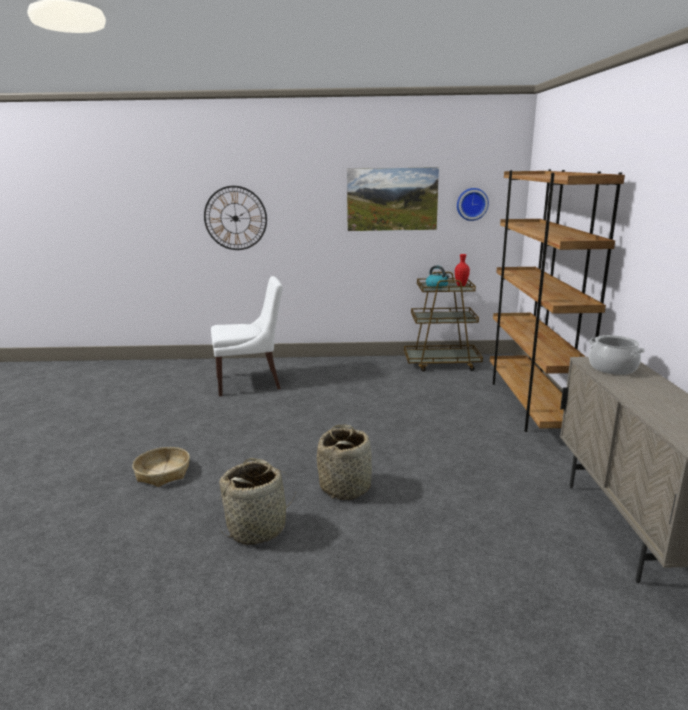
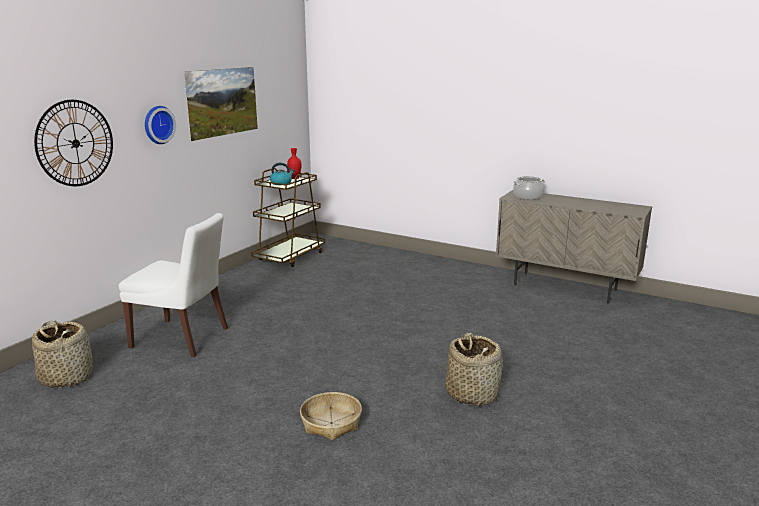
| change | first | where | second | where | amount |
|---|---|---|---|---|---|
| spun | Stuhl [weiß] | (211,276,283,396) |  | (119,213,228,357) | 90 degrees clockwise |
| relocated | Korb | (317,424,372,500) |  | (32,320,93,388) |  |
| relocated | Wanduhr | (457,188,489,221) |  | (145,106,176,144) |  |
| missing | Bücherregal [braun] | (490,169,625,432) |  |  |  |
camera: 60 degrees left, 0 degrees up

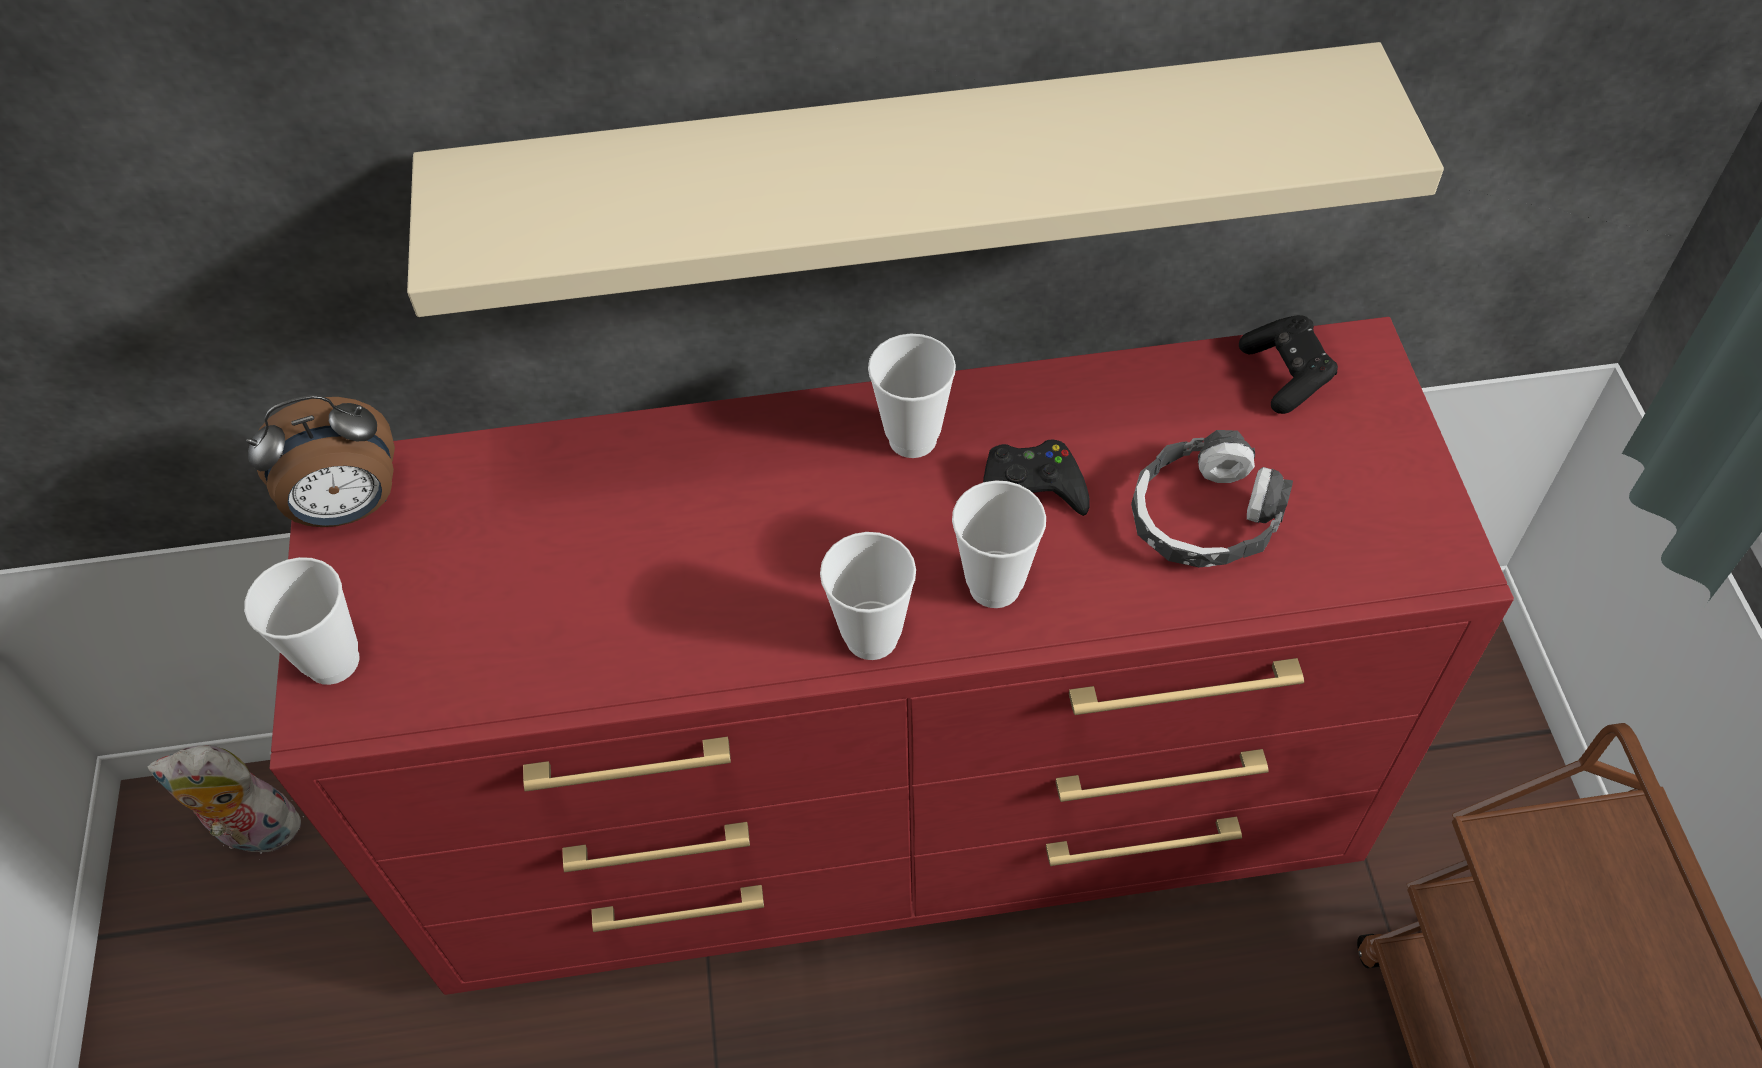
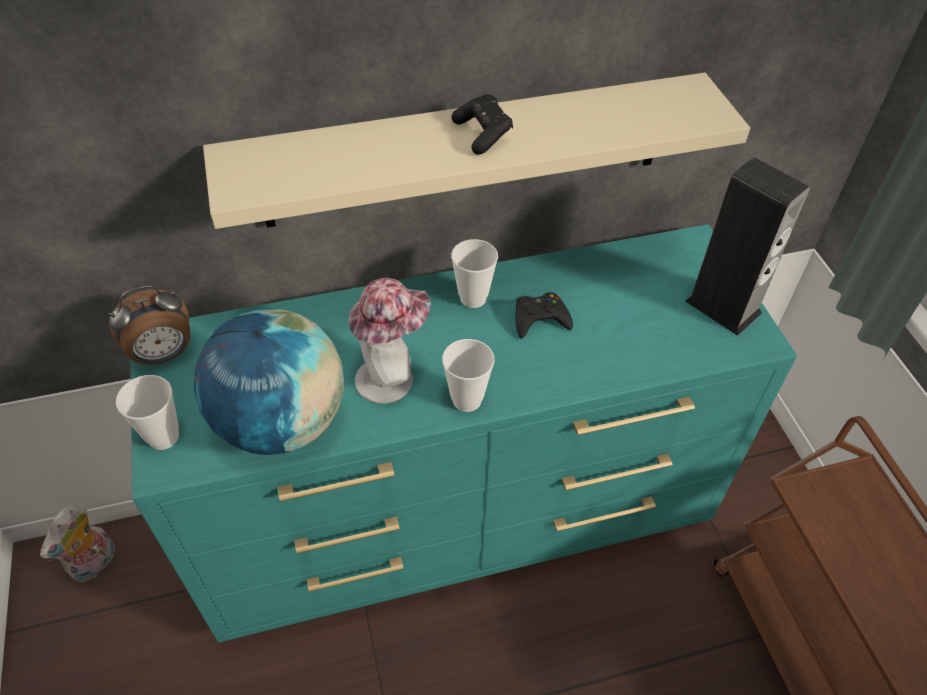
| change | first | where | second | where | amount |
|---|---|---|---|---|---|
| spun | Plüschtier | (147,746,304,854) |  | (40,506,115,582) | 60 degrees counterclockwise |
| colour | Kommode [rot] | (269,317,1514,995) | Kommode [türkis] | (130,224,797,643) |  |
| missing | Tasse | (952,480,1046,608) |  |  |  |
| missing | Kopfhörer | (1131,430,1293,568) |  |  |  |
| relocated | Gamepad [schwarz] | (1239,315,1338,414) |  | (451,94,513,154) |  |
| appeared |  |  | Globus | (194,308,344,455) |  |
| appeared |  |  | Hut | (348,278,431,404) |  |
| appeared |  |  | Lautsprecher | (685,157,810,336) |  |
camera: 10 degrees left, 5 degrees down

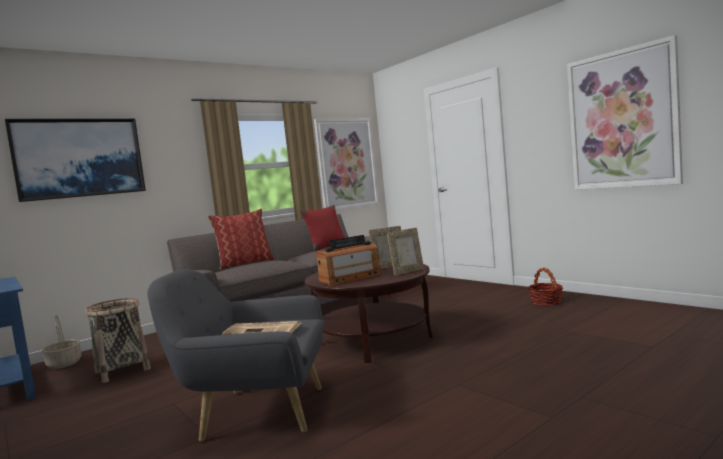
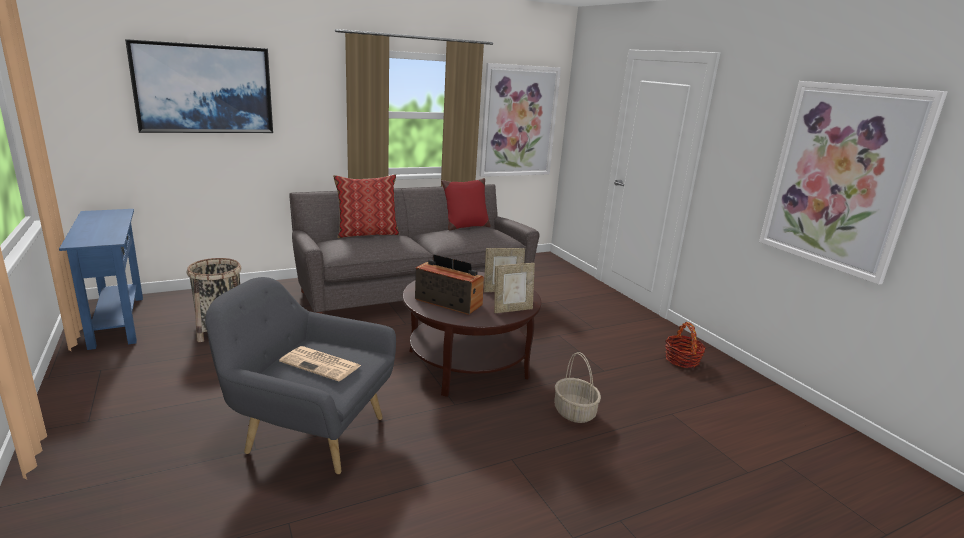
| change | first | where | second | where | amount |
|---|---|---|---|---|---|
| relocated | Korb | (41,314,81,369) |  | (555,352,601,423) |  |
| spun | Radio | (316,235,381,286) |  | (415,254,484,315) | 135 degrees counterclockwise |
camera: 10 degrees right, 15 degrees up

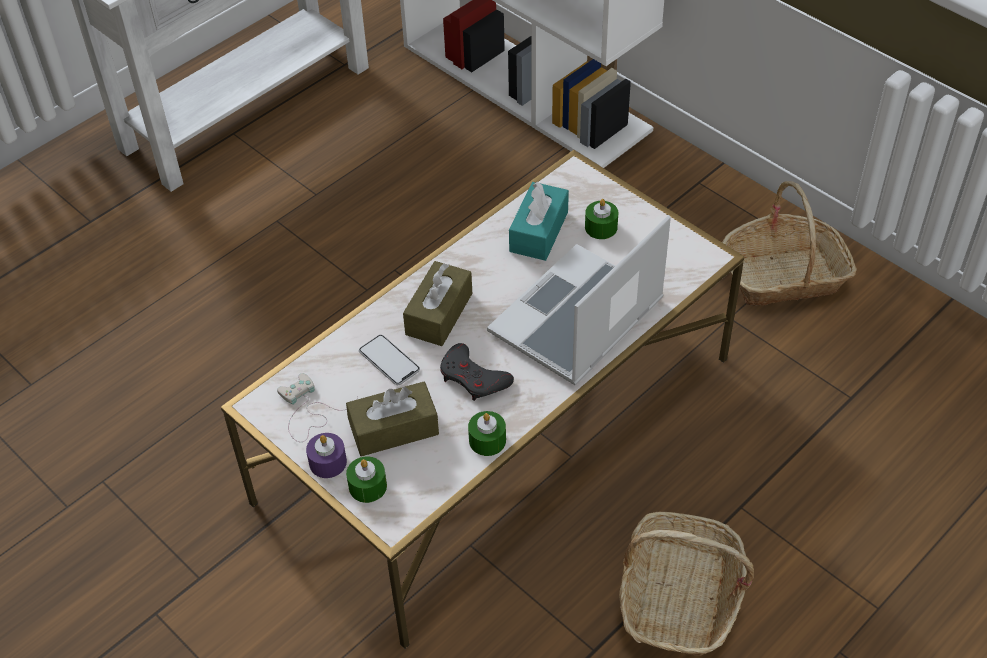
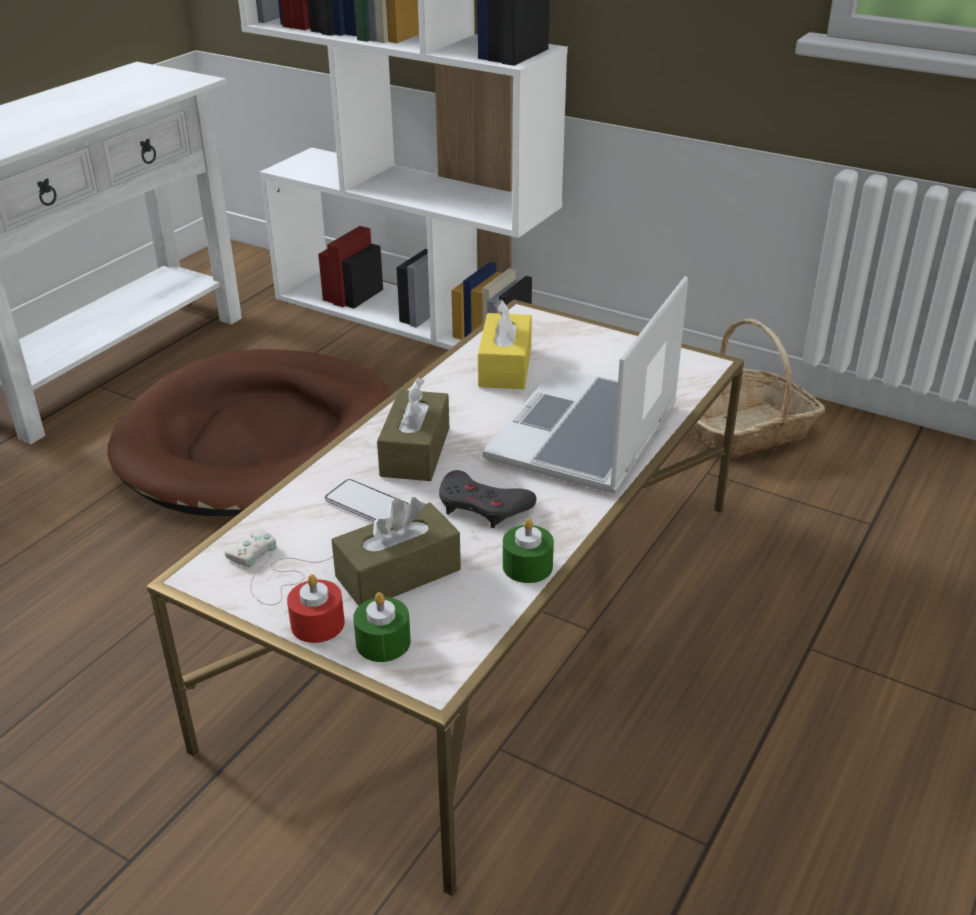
| change | first | where | second | where | amount |
|---|---|---|---|---|---|
| colour | Kerze [lila] | (306,433,347,478) | Kerze [rot] | (287,574,345,643) |  |
| colour | Taschentuchbox [türkis] | (509,181,569,261) | Taschentuchbox [gelb] | (478,299,532,389) |  |
| missing | Kerze [grün] | (585,199,618,239) |  |  |  |
| missing | Korb | (619,512,754,655) |  |  |  |
| appeared |  |  | Hundebett [braun] | (108,349,391,516) |  |
camera: 15 degrees left, 15 degrees down

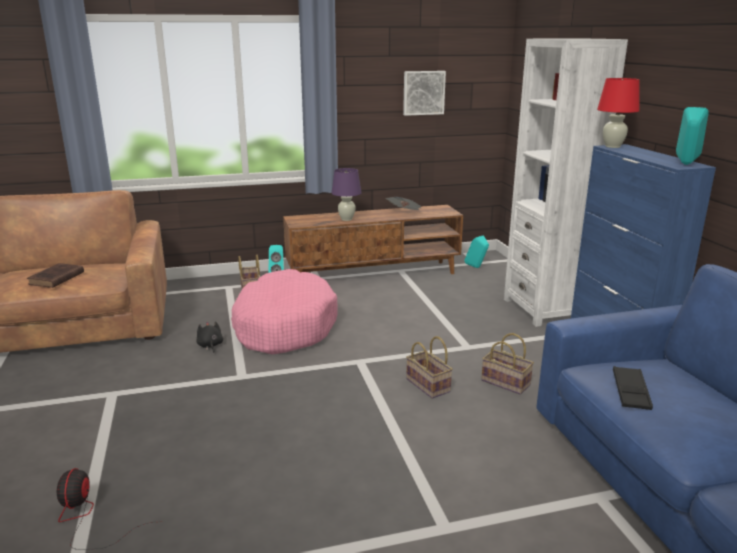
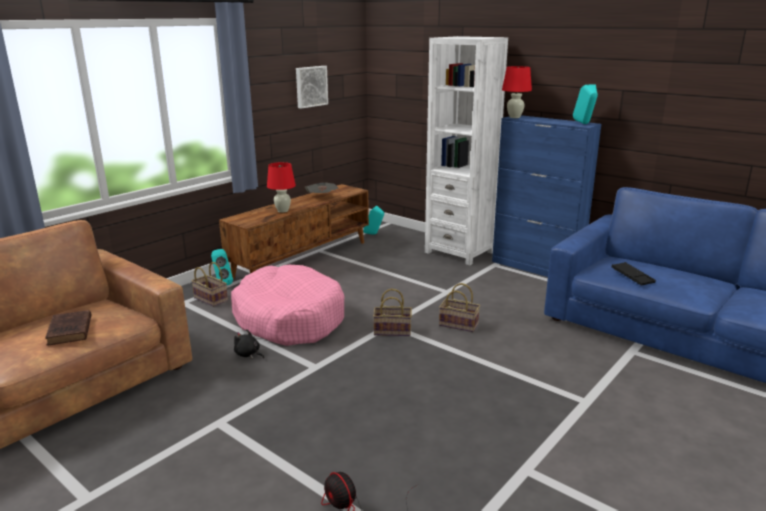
| change | first | where | second | where | amount |
|---|---|---|---|---|---|
| colour | Tischlampe [lila] | (332,168,362,221) | Tischlampe [rot] | (267,162,296,213) |  |
| relocated | Korb | (481,333,534,395) |  | (373,289,412,336) |  |
camera: 35 degrees left, 0 degrees up

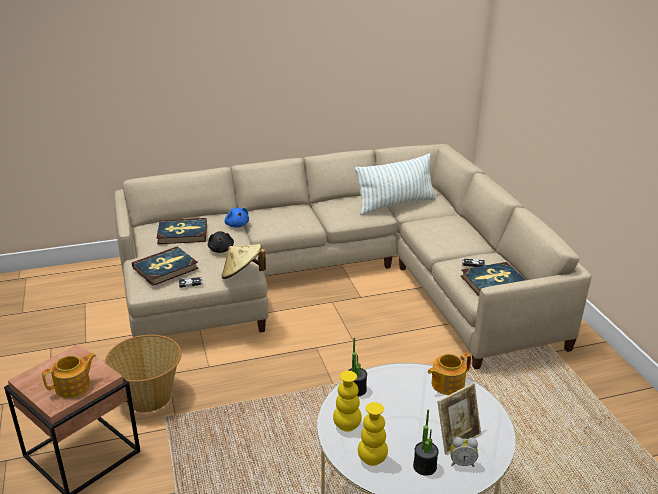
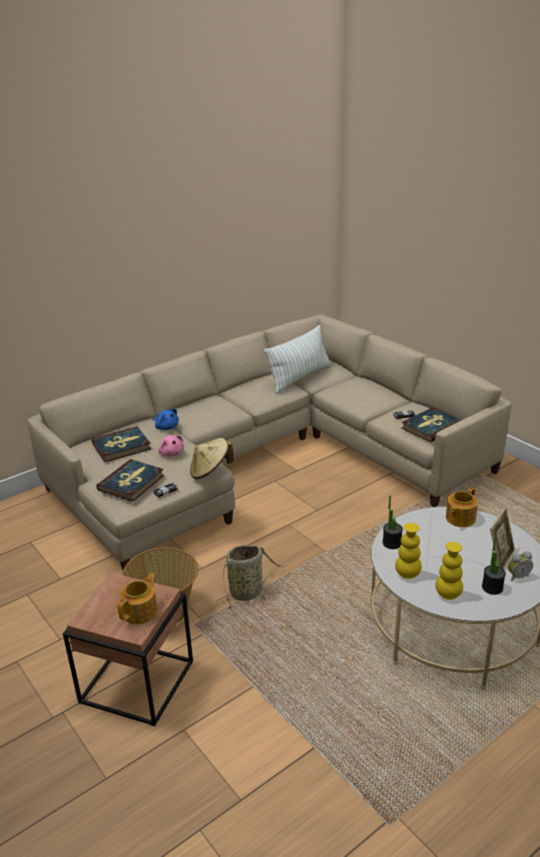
| change | first | where | second | where | amount |
|---|---|---|---|---|---|
| colour | Plüschtier [schwarz] | (208,231,234,253) | Plüschtier [rosa] | (158,435,184,457) |  |
| appeared |  |  | Korb | (215,545,287,610) |  |
camera: 20 degrees left, 0 degrees up

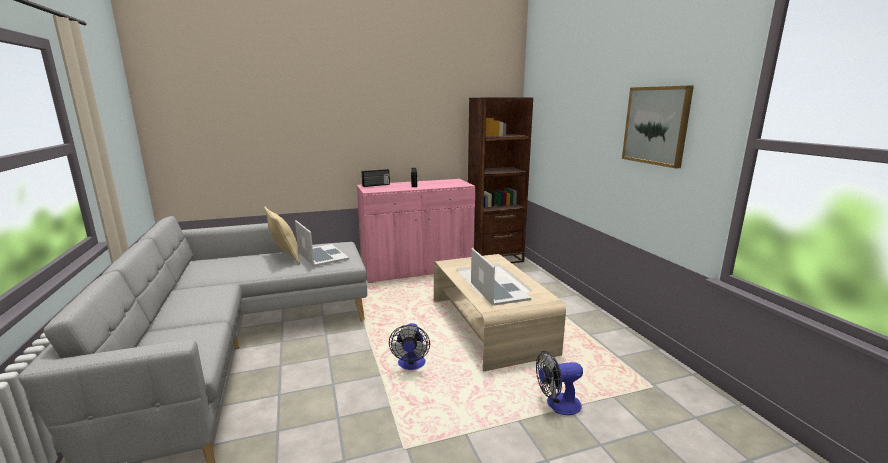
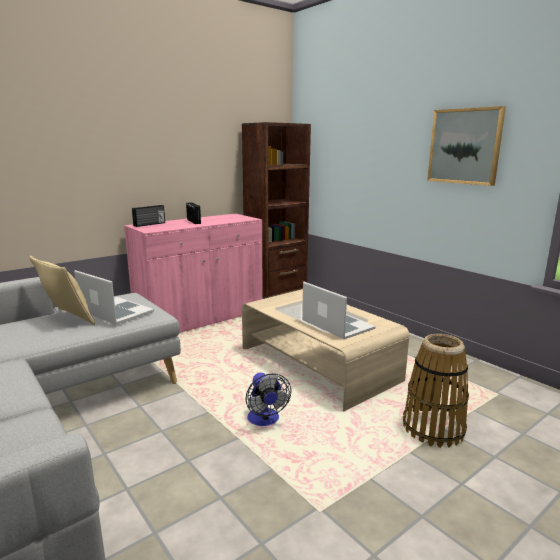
| change | first | where | second | where | amount |
|---|---|---|---|---|---|
| exchanged | Ventilator | (536,351,583,415) | Korb | (403,334,469,448) |  |
camera: 20 degrees left, 0 degrees up

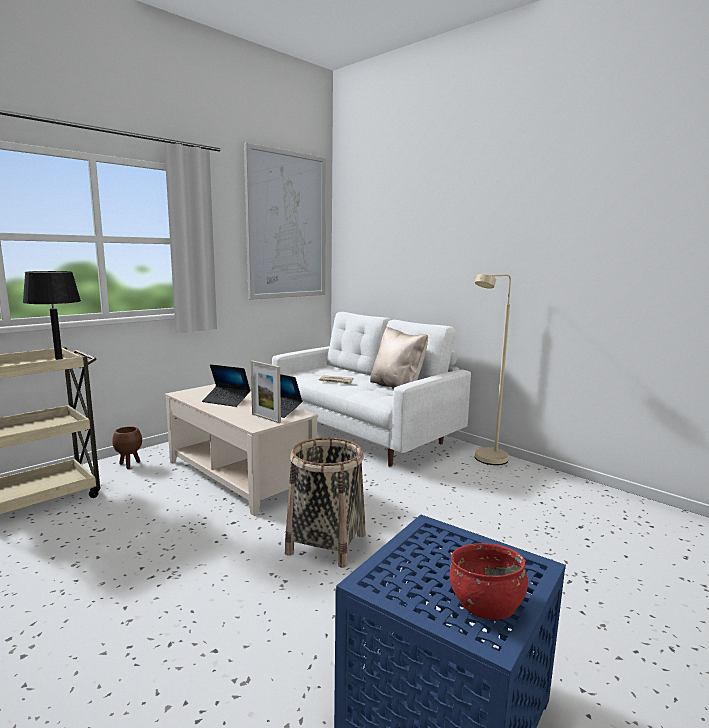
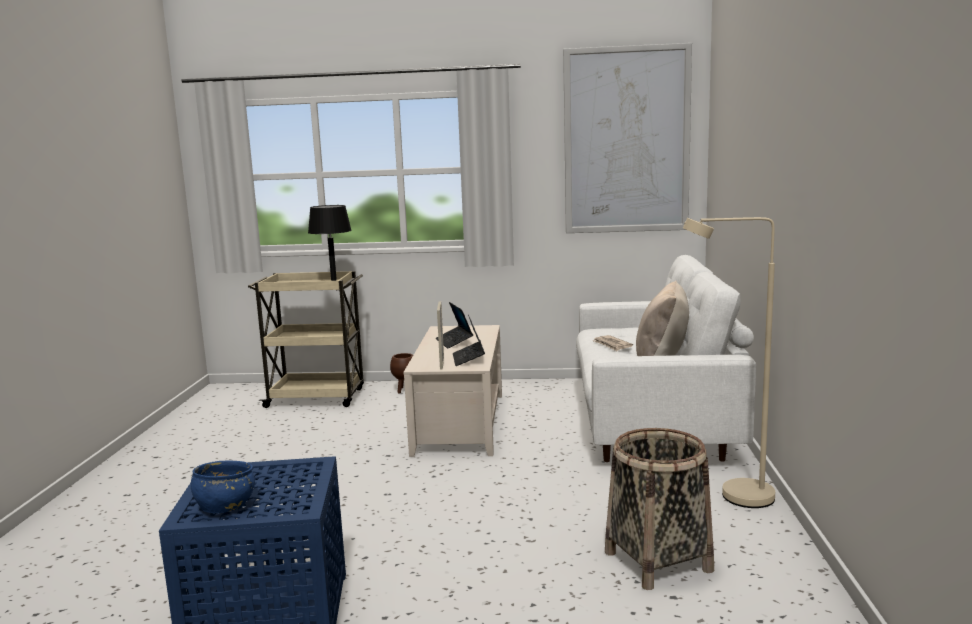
| change | first | where | second | where | amount |
|---|---|---|---|---|---|
| relocated | Korb | (285,437,366,568) |  | (605,428,714,590) |  |
| colour | Schüssel [rot] | (449,543,528,620) | Schüssel [blau] | (191,460,255,513) |  |
camera: 50 degrees right, 0 degrees up

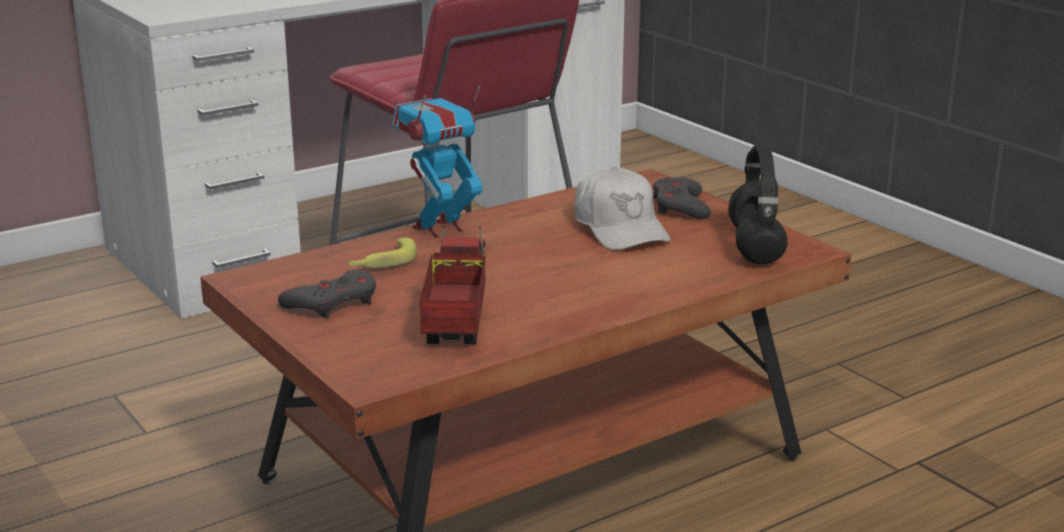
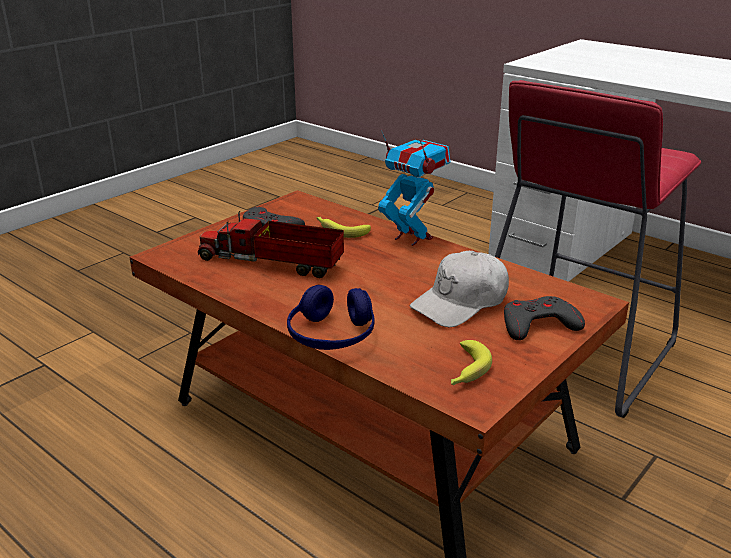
| change | first | where | second | where | amount |
|---|---|---|---|---|---|
| spun | Spielzeuglaster | (420,226,485,344) |  | (198,211,344,278) | 150 degrees counterclockwise |
| exchanged | Kopfhörer [schwarz] | (728,145,788,264) | Banane | (451,340,492,385) |  |
| appeared |  |  | Kopfhörer [blau] | (287,285,374,350) |  |
camera: 75 degrees right, 5 degrees up

